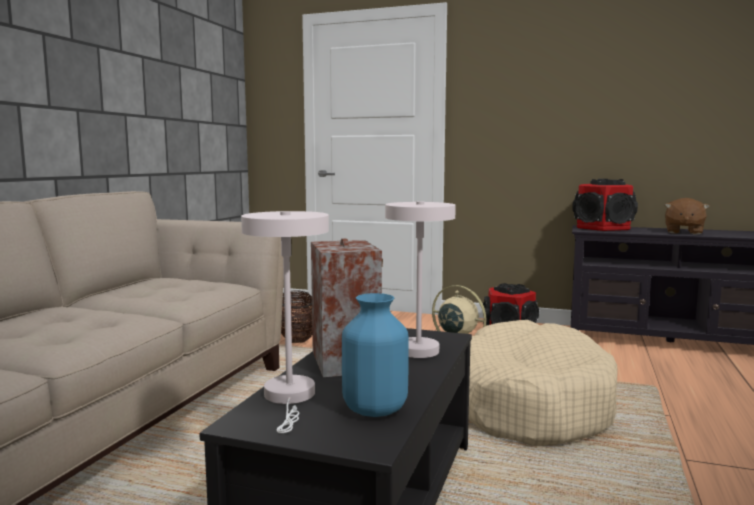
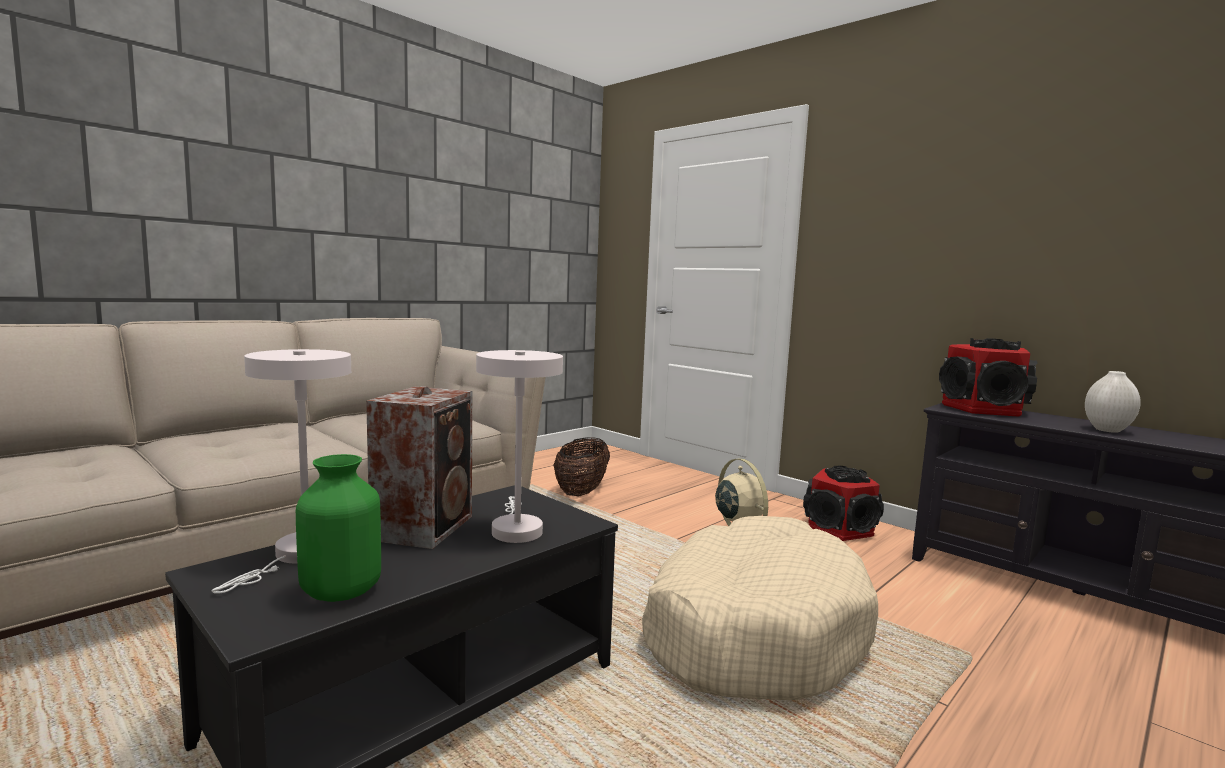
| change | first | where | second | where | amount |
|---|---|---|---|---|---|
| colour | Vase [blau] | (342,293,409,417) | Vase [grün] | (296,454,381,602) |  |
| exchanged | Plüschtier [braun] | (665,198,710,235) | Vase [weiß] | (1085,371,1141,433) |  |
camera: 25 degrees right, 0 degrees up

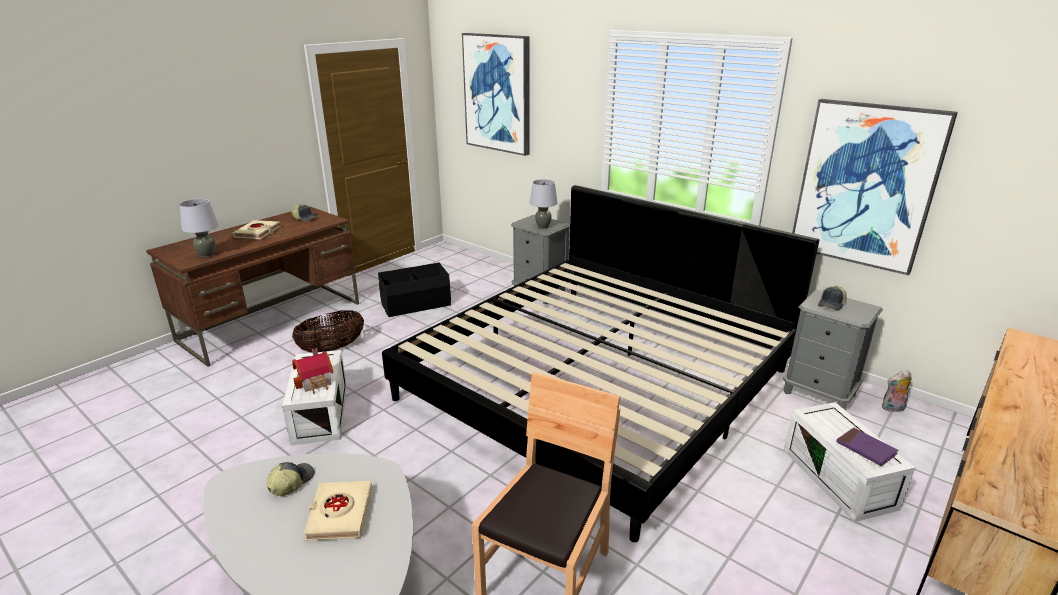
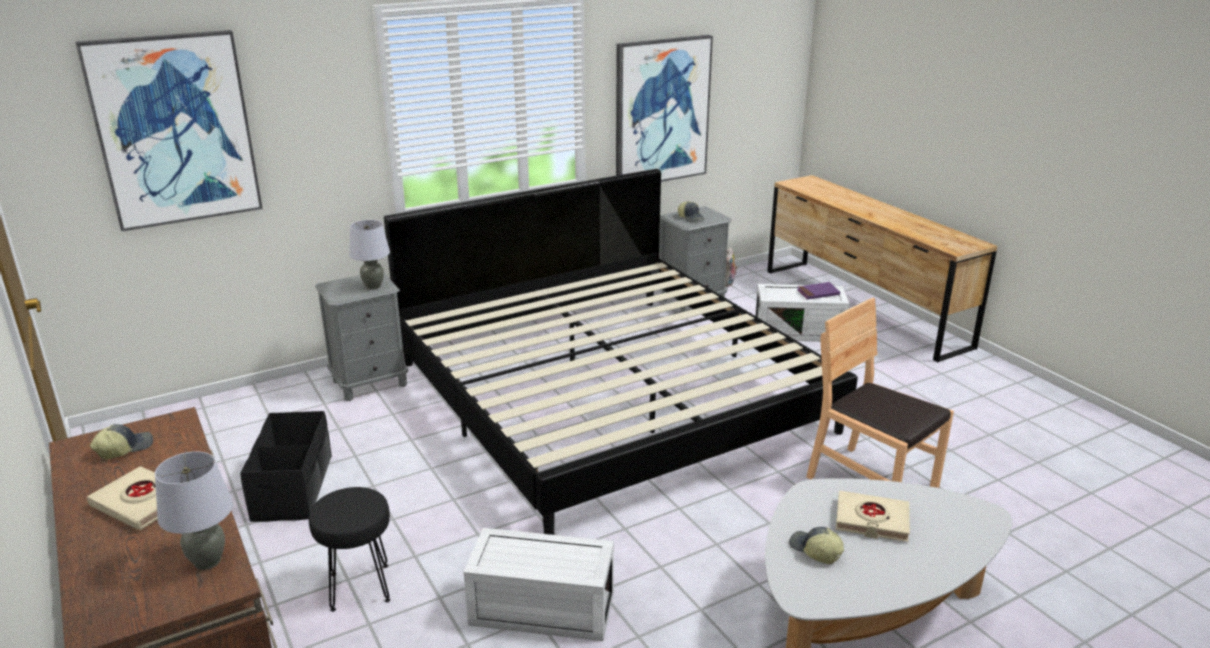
| change | first | where | second | where | amount |
|---|---|---|---|---|---|
| exchanged | Korb | (292,311,364,353) | Hocker [schwarz] | (309,487,390,612) |  |
| missing | Spielzeughaus | (292,348,333,394) |  |  |  |
camera: 70 degrees left, 0 degrees up

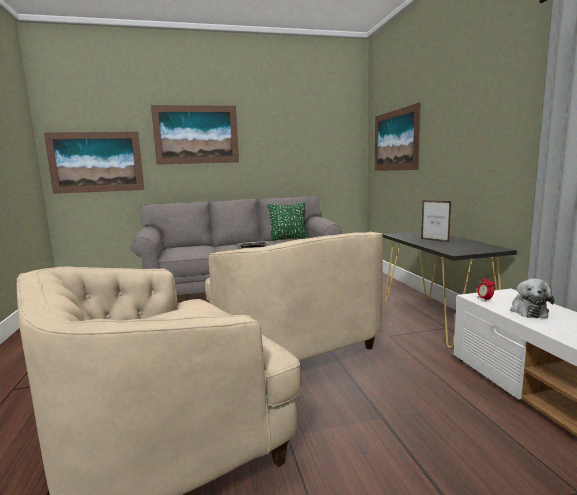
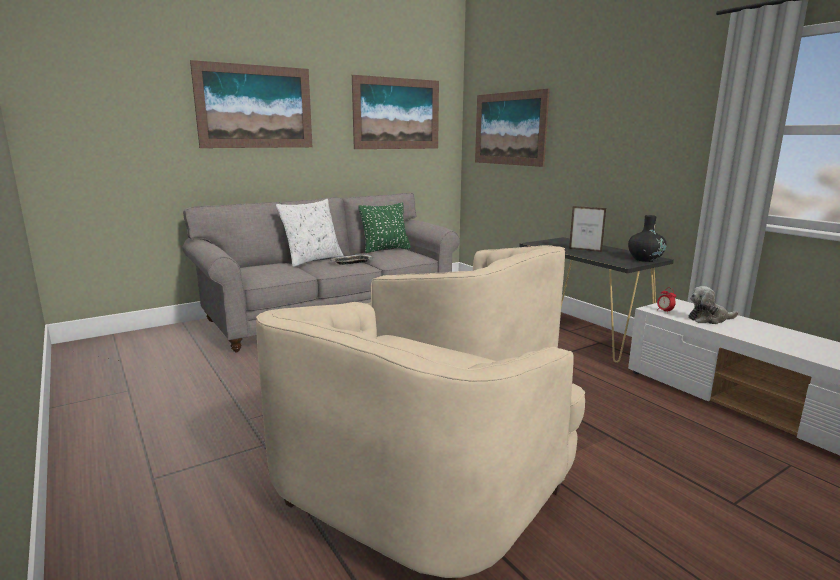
| change | first | where | second | where | amount |
|---|---|---|---|---|---|
| relocated | Bild | (44,132,144,194) |  | (352,75,439,149) |  |
| spun | Plüschtier | (510,278,554,318) |  | (688,286,738,324) | 90 degrees clockwise |
| appeared |  |  | Kissen [weiß] | (276,199,344,267) |  |
| appeared |  |  | Vase [schwarz] | (628,215,667,262) |  |
camera: 20 degrees left, 5 degrees up

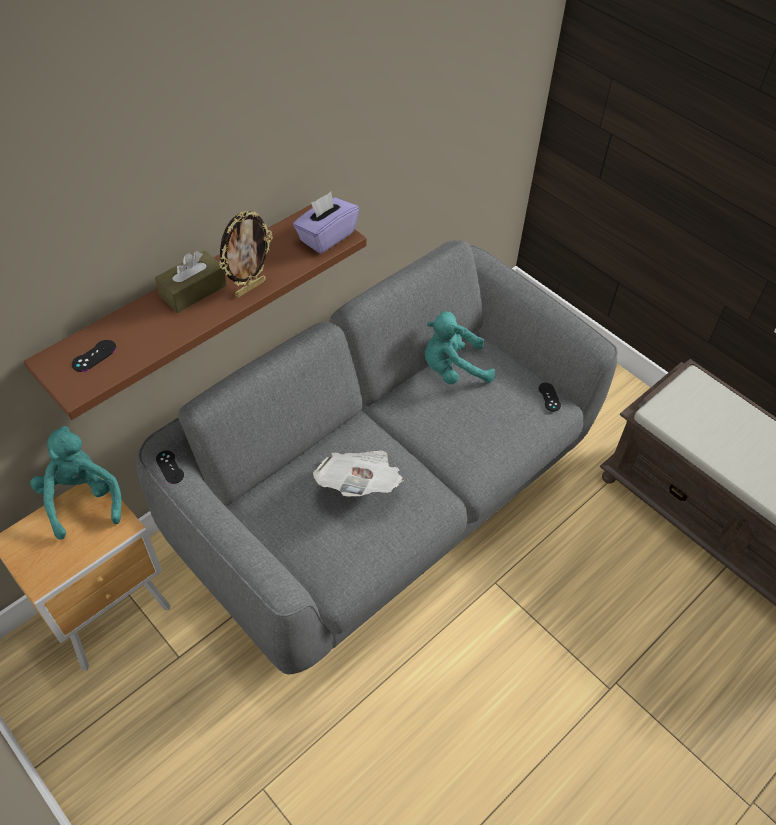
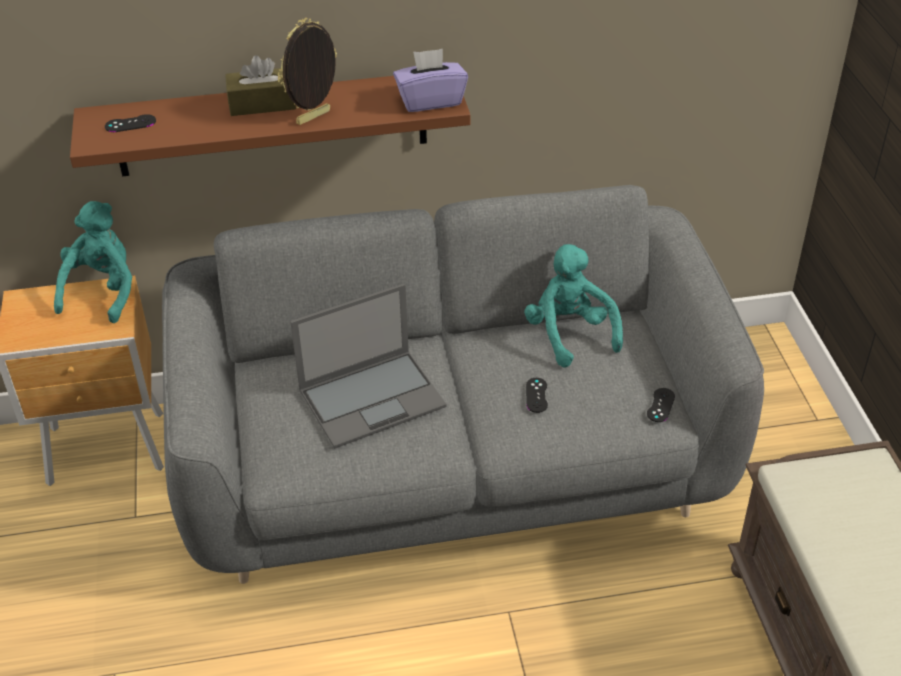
| change | first | where | second | where | amount |
|---|---|---|---|---|---|
| relocated | Gamepad [schwarz] | (156,450,184,484) |  | (526,378,548,413) |  |
| spun | Bilderrahmen | (219,211,273,298) |  | (278,18,337,125) | 150 degrees clockwise |
| exchanged | Zeitung | (313,450,404,497) | Laptop | (290,284,447,449) |  |
| spun | Plüschtier [türkis] | (425,311,495,384) |  | (524,244,623,367) | 45 degrees clockwise |
camera: 35 degrees right, 10 degrees down

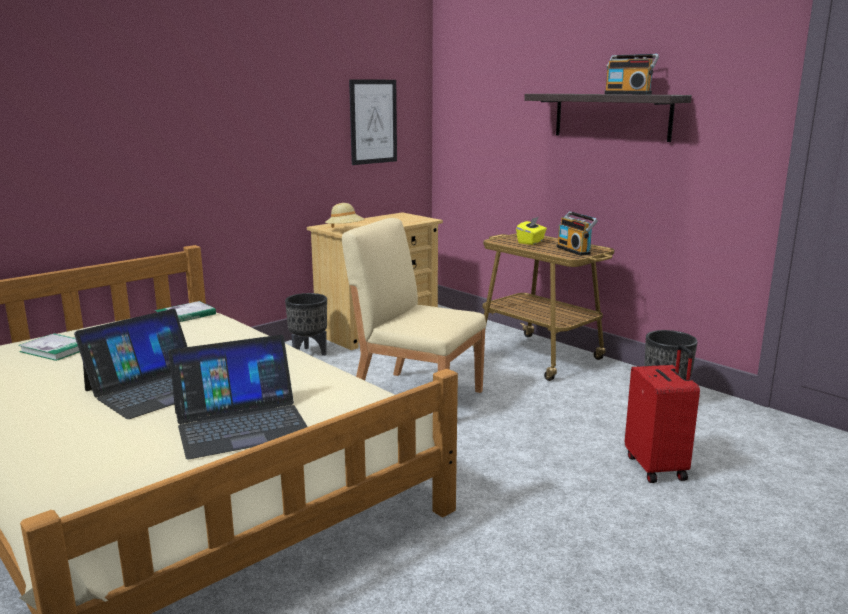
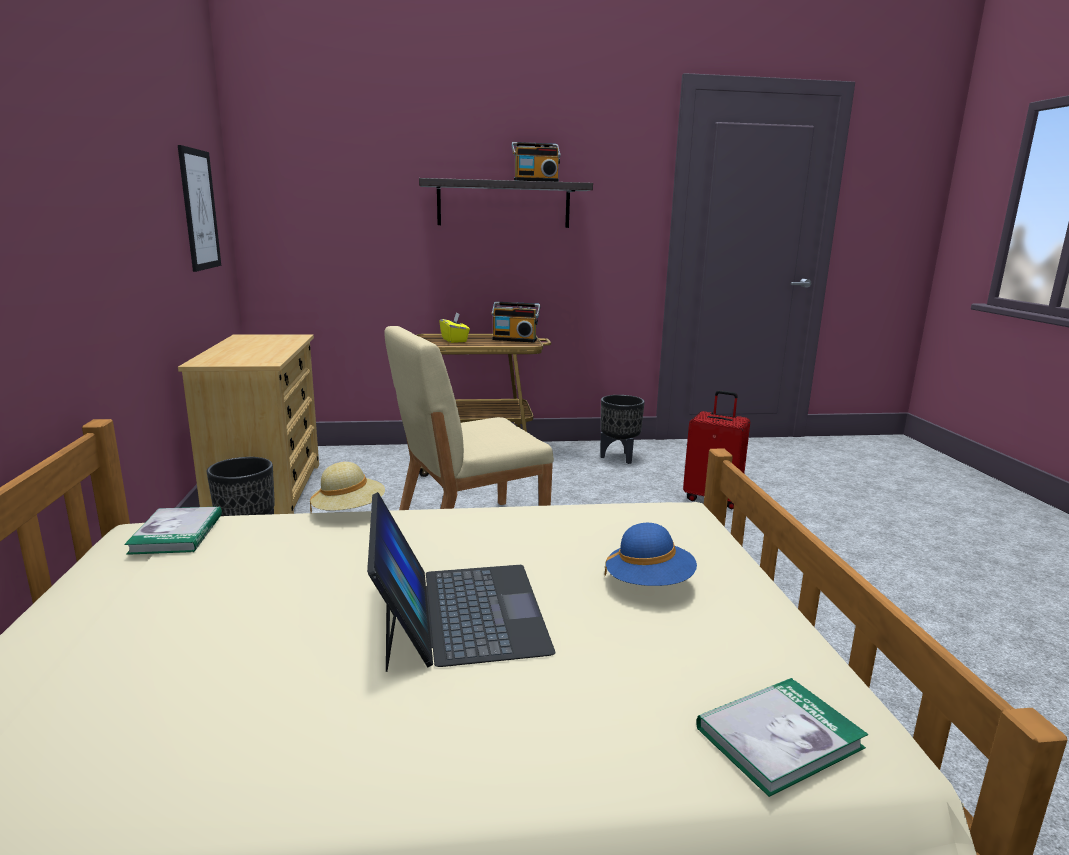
| change | first | where | second | where | amount |
|---|---|---|---|---|---|
| relocated | Buch | (18,333,80,361) |  | (696,678,868,797) |  |
| exchanged | Laptop | (168,335,308,459) | Hut [blau] | (605,523,697,586) |  |
| relocated | Hut [beige] | (325,203,365,228) |  | (310,462,385,512) |  |
camera: 55 degrees left, 0 degrees up

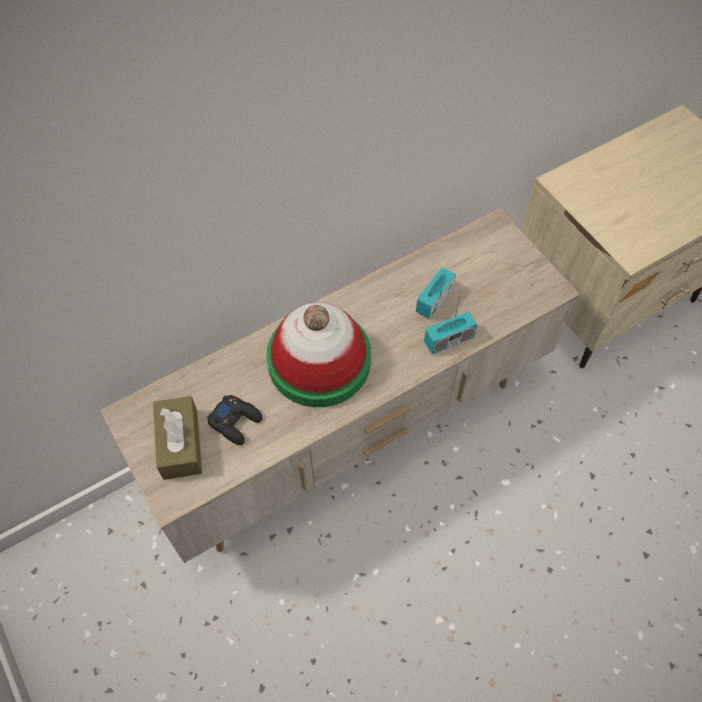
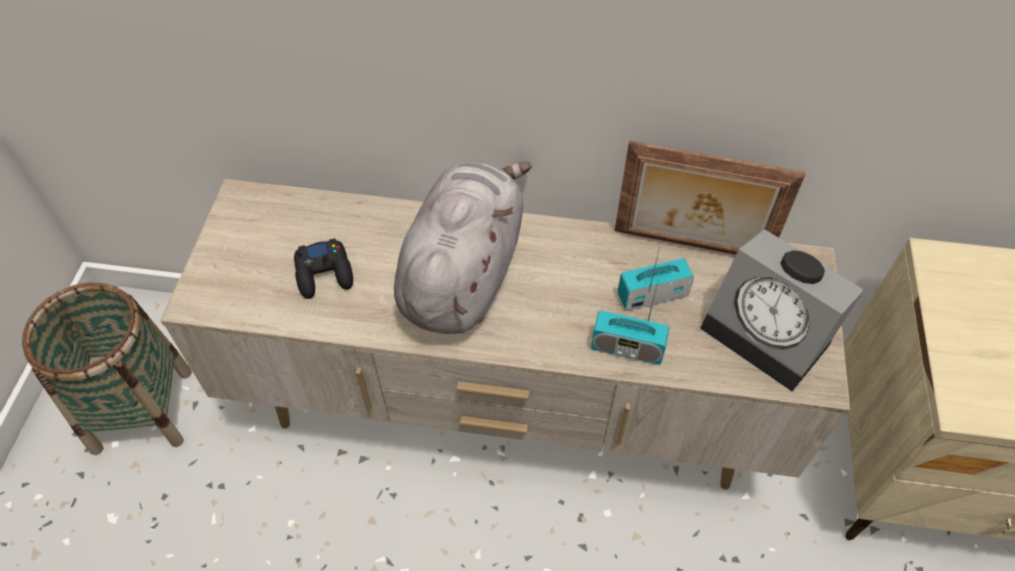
| change | first | where | second | where | amount |
|---|---|---|---|---|---|
| missing | Taschentuchbox [braun] | (153,396,202,480) |  |  |  |
| exchanged | Hut | (266,302,371,407) | Plüschtier [grau] | (394,162,532,334) |  |
| appeared |  |  | Korb | (22,283,192,455) |  |
| appeared |  |  | Bilderrahmen | (615,141,805,255) |  |
| appeared |  |  | Wecker | (700,229,864,391) |  |
camera: 40 degrees right, 5 degrees down

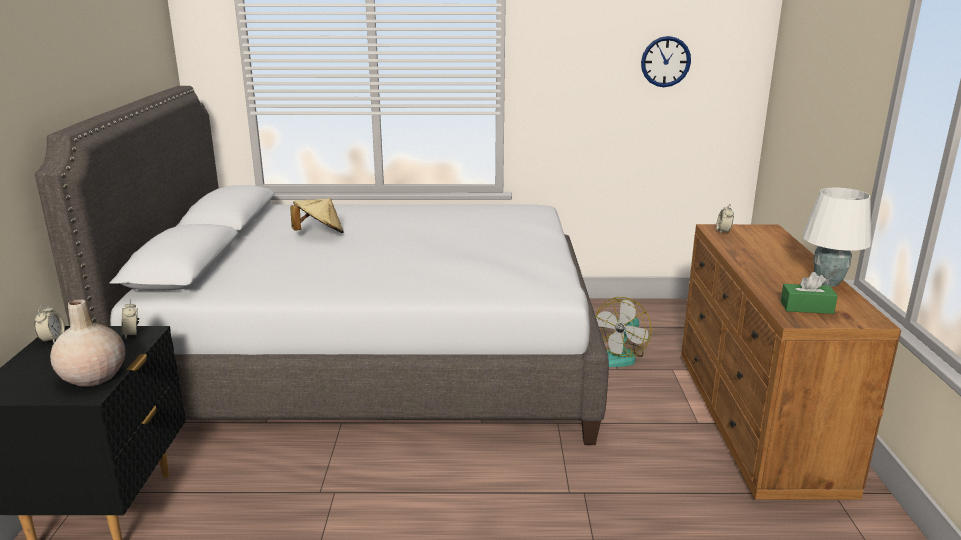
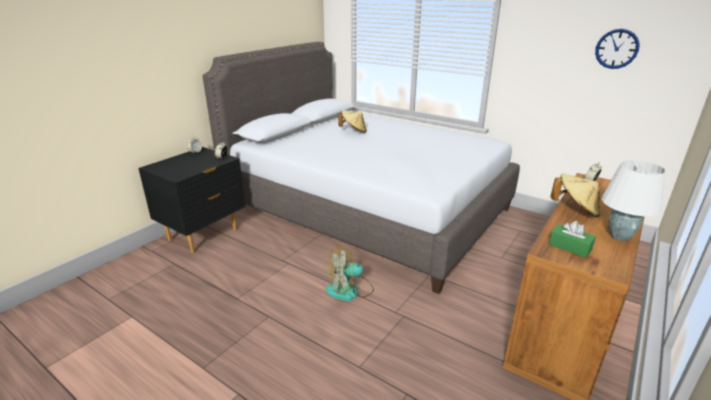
| change | first | where | second | where | amount |
|---|---|---|---|---|---|
| missing | Vase [beige] | (50,299,125,387) |  |  |  |
| relocated | Ventilator | (596,297,652,367) |  | (326,246,374,301) |  |
| appeared |  |  | Hut [beige] | (550,173,600,217) |  |
camera: 35 degrees right, 5 degrees up

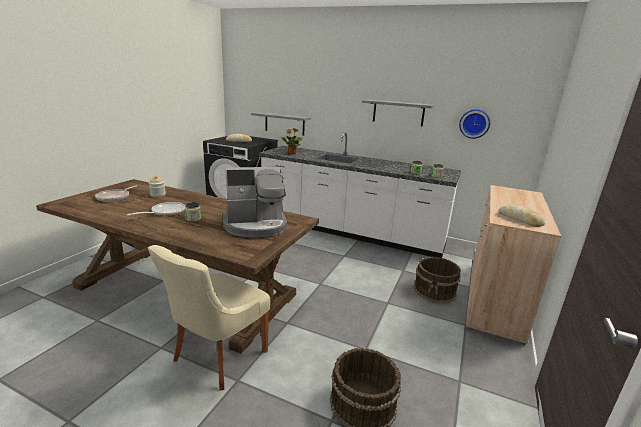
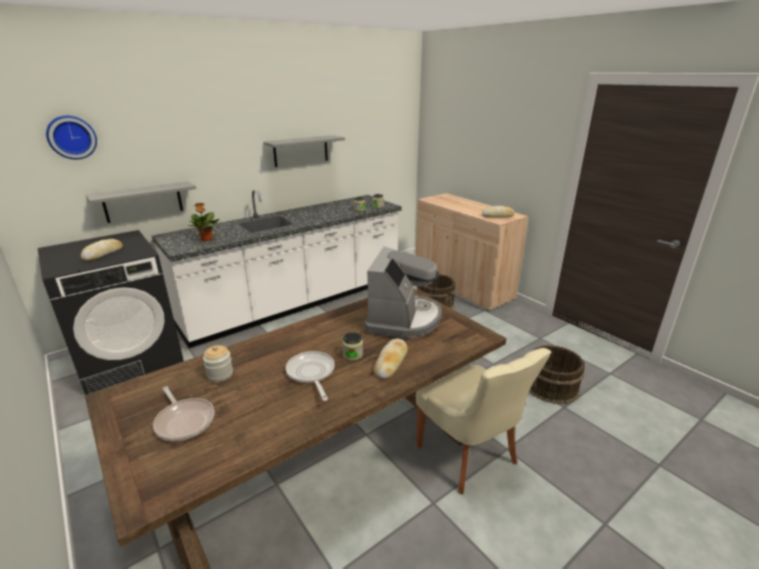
| change | first | where | second | where | amount |
|---|---|---|---|---|---|
| relocated | Wanduhr | (459,109,490,139) |  | (46,116,97,160) |  |
| appeared |  |  | Brot | (374,338,408,379) |  |
camera: 60 degrees left, 5 degrees up

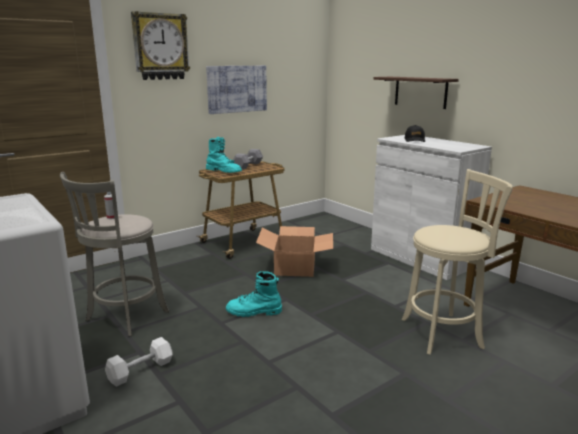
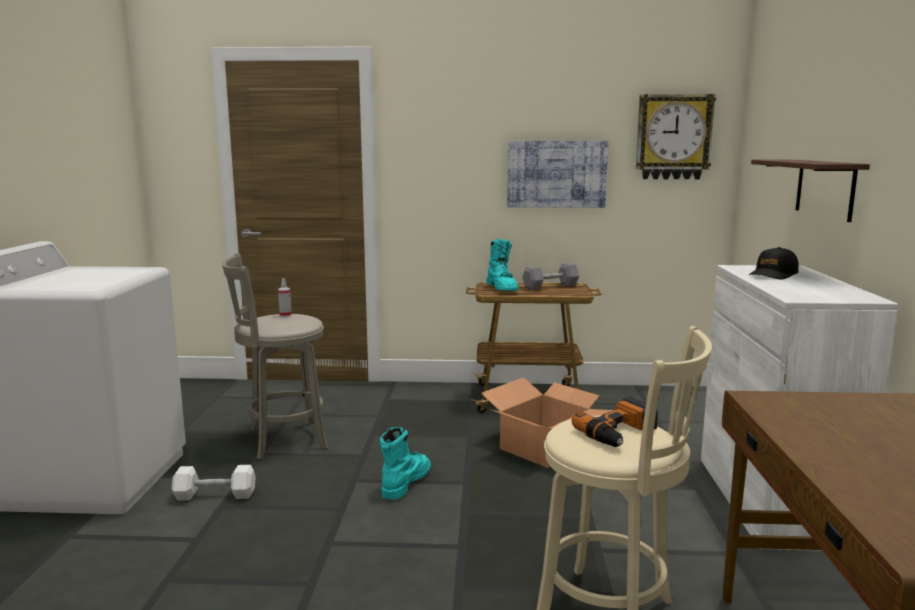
| change | first | where | second | where | amount |
|---|---|---|---|---|---|
| relocated | Wanduhr | (131,11,190,80) |  | (636,94,716,179) |  |
| spun | Stiefel [türkis] | (226,271,282,317) |  | (380,427,431,499) | 75 degrees clockwise |
| appeared |  |  | Bohrmaschine | (572,397,658,447) |  |
camera: 40 degrees right, 5 degrees down

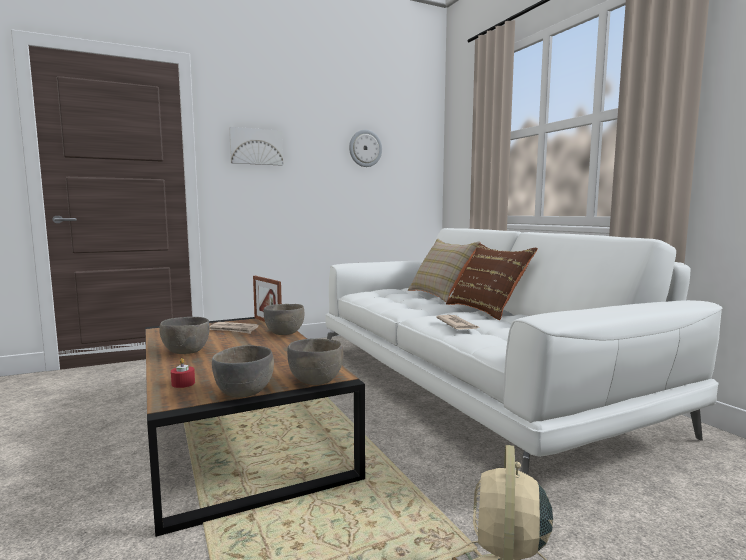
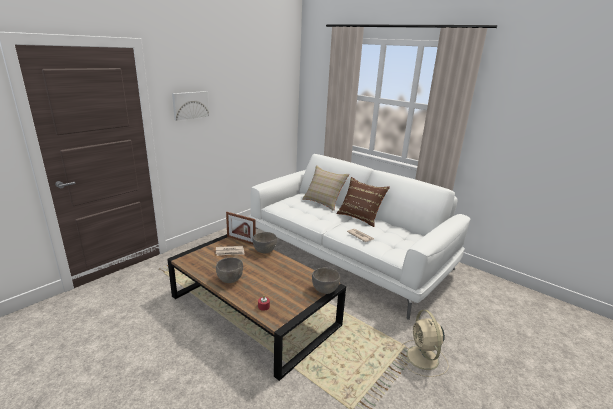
| change | first | where | second | where | amount |
|---|---|---|---|---|---|
| missing | Schüssel [grau] | (212,345,274,398) |  |  |  |
| missing | Wanduhr | (349,130,382,167) |  |  |  |
camera: 25 degrees left, 15 degrees up

